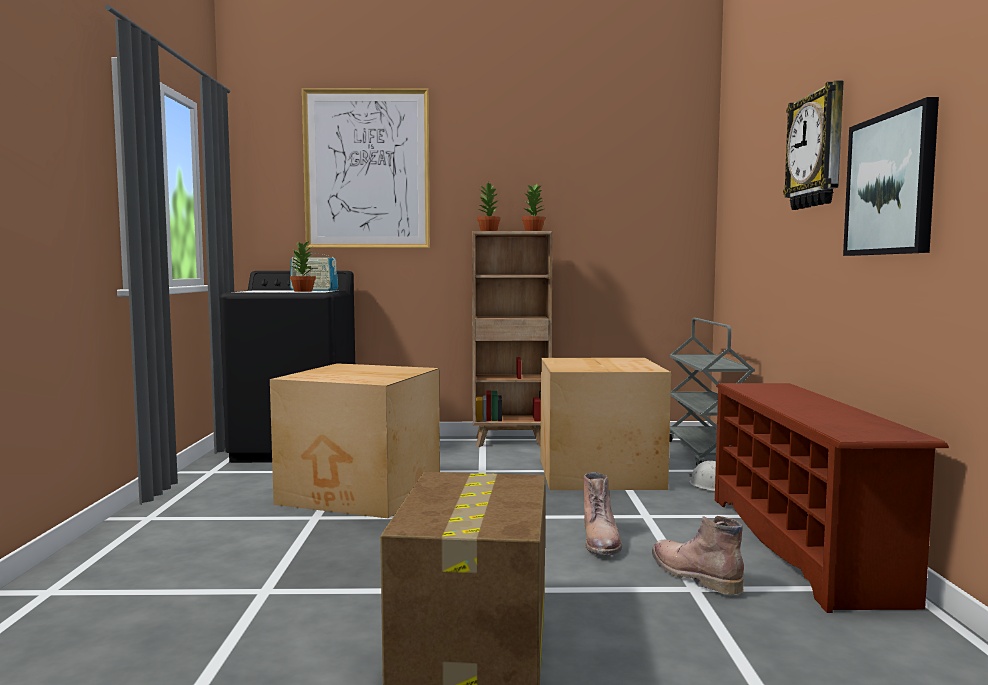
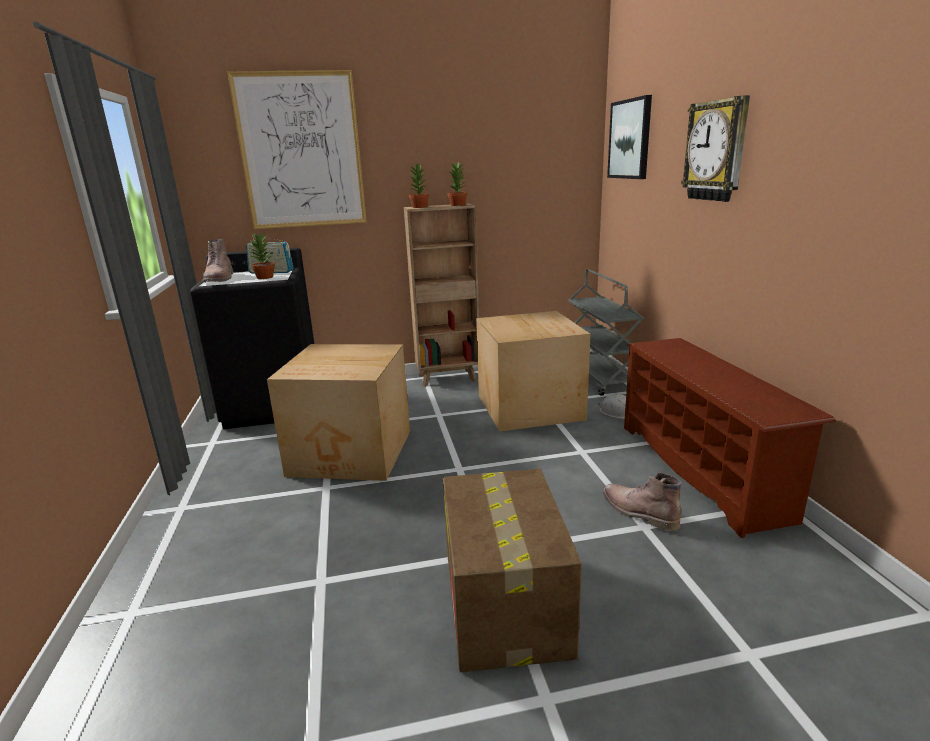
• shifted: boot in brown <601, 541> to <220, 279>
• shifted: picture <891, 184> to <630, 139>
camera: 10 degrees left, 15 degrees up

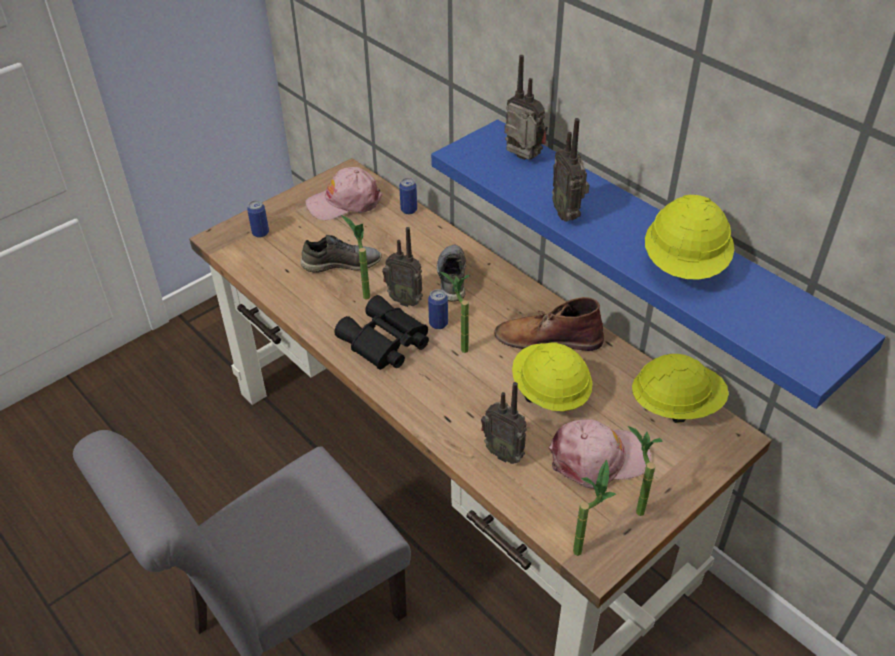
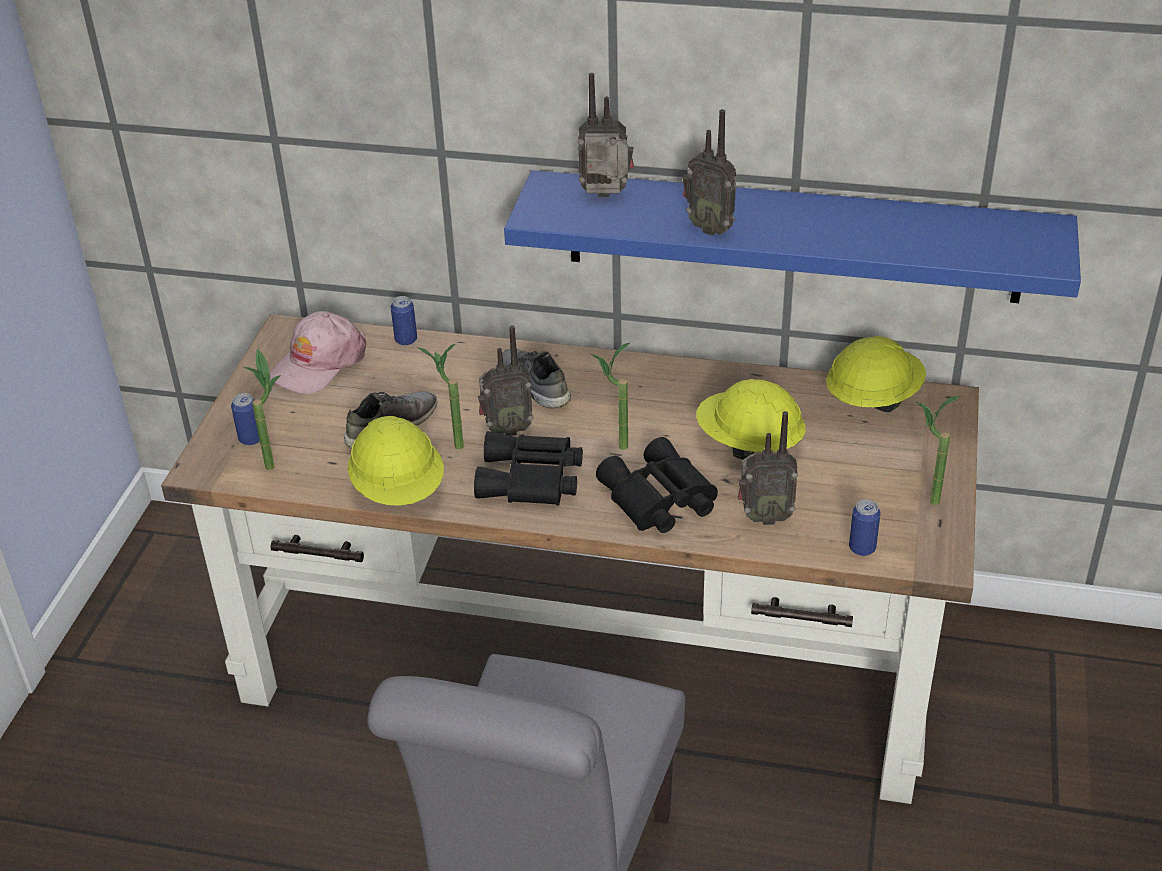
• gone: boot in brown <547, 338>
• gone: cap in pink <598, 458>
• new: binoculars in black <657, 500>
• shifted: can <438, 323> to <862, 548>
• shifted: potted plant <584, 546> to <274, 460>
• shifted: hard hat in yellow <685, 265> to <399, 490>
camera: 35 degrees left, 5 degrees down

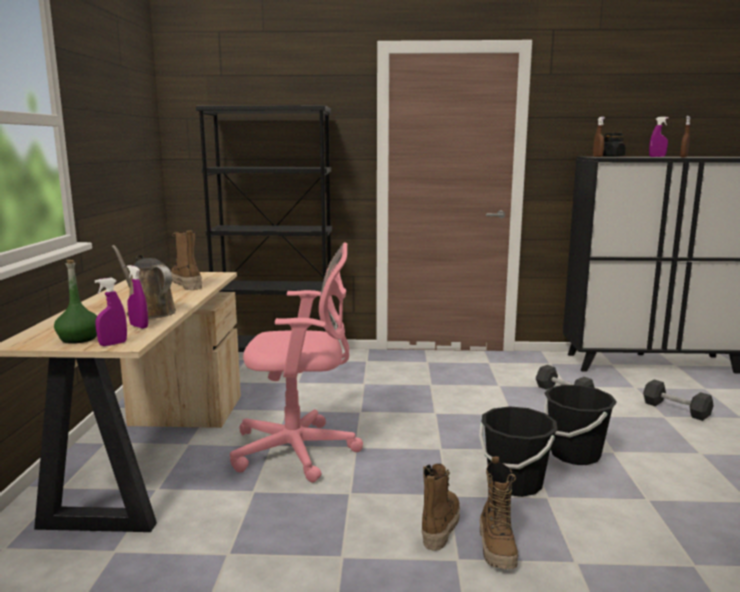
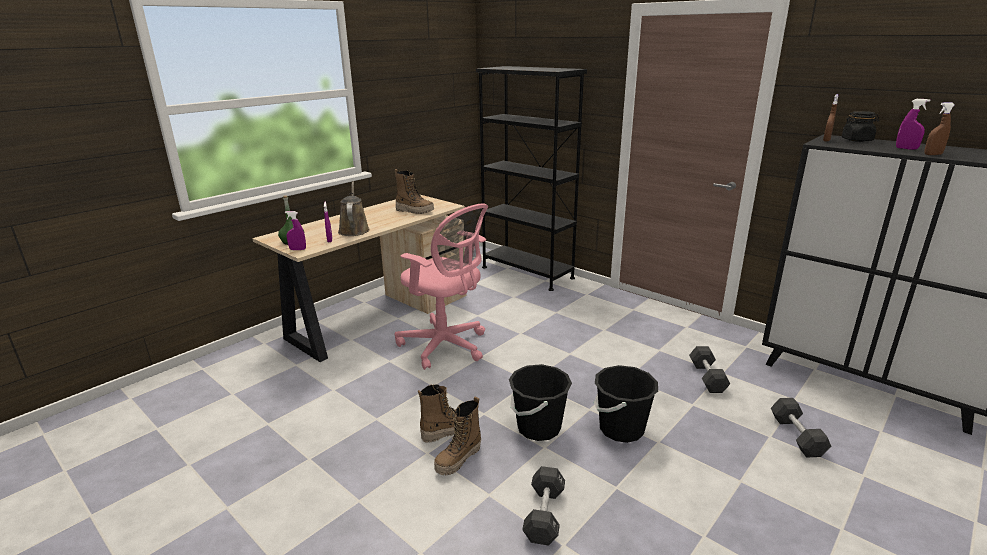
• new: dumbbell in black <544, 514>
• rotated: boot <186, 284> = <415, 211> 105 degrees clockwise
camera: 40 degrees right, 10 degrees up

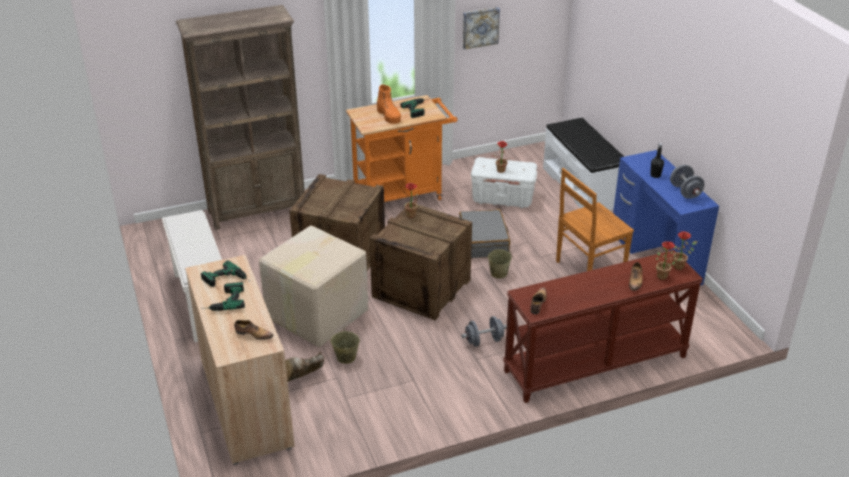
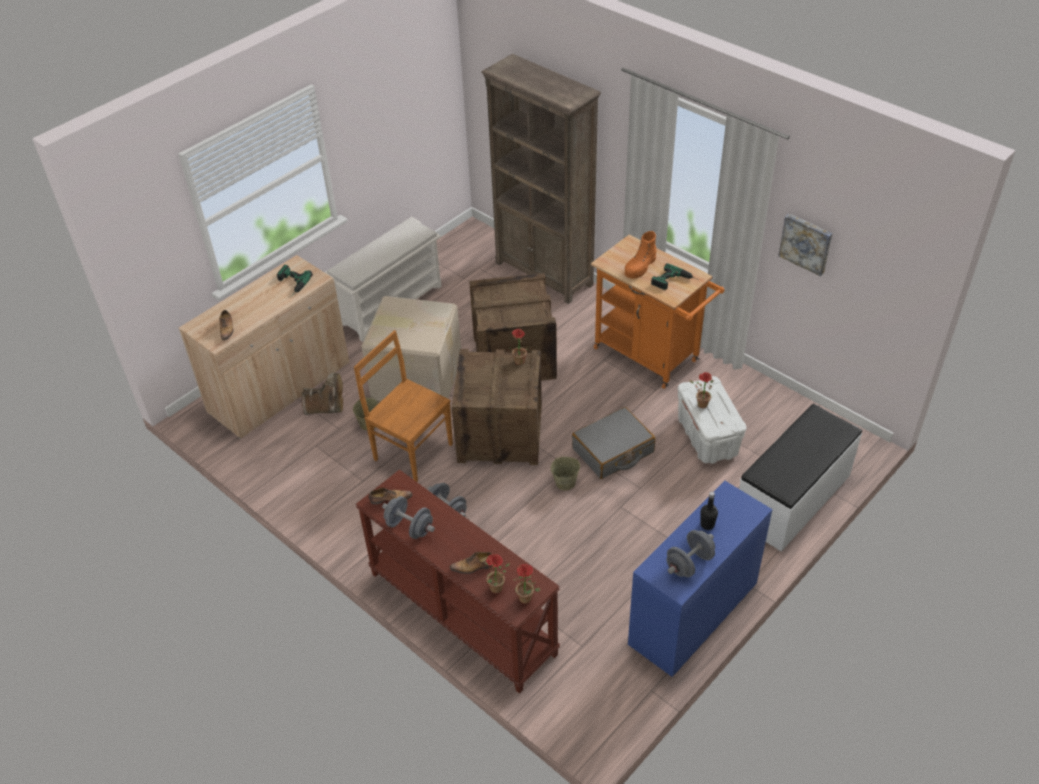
• gone: power drill <223, 301>
• new: dumbbell in grey <409, 527>
• shifted: chair in brown <588, 269> to <411, 451>
• rotated: boot in brown <303, 379> = <326, 408> 150 degrees clockwise
camera: 65 degrees right, 10 degrees up

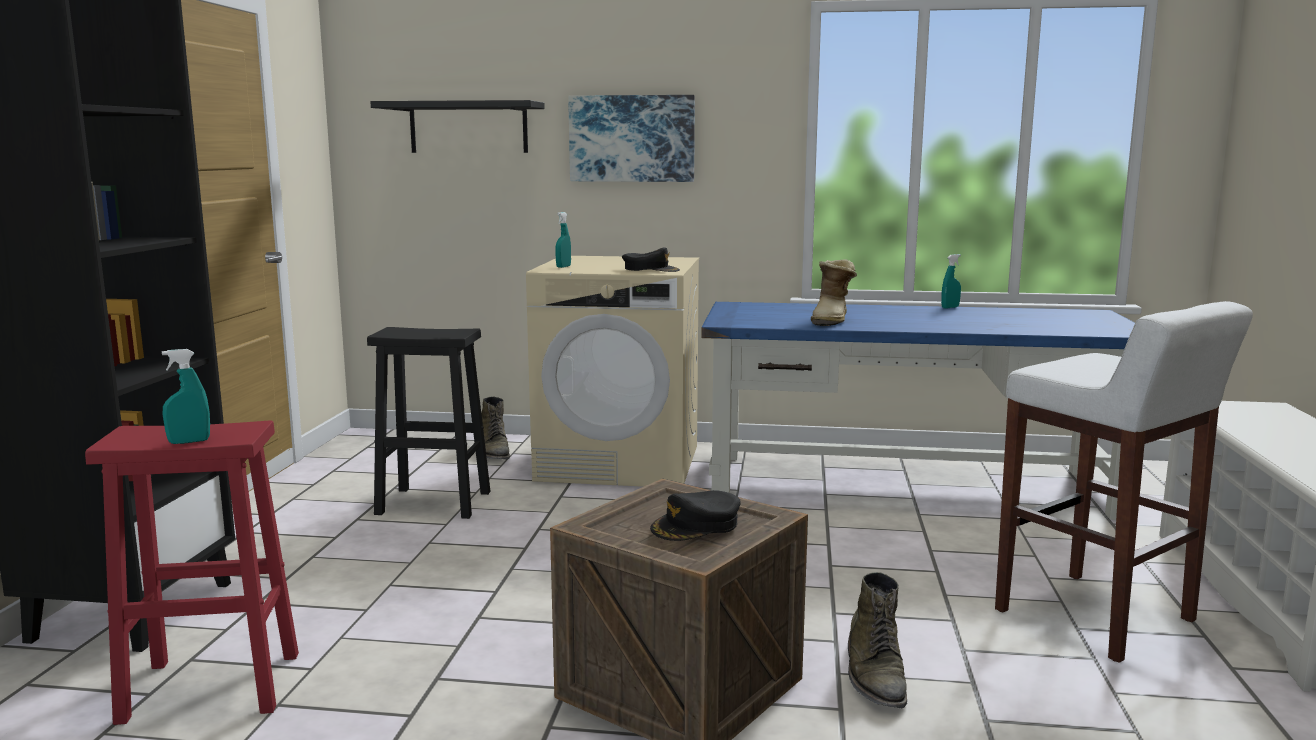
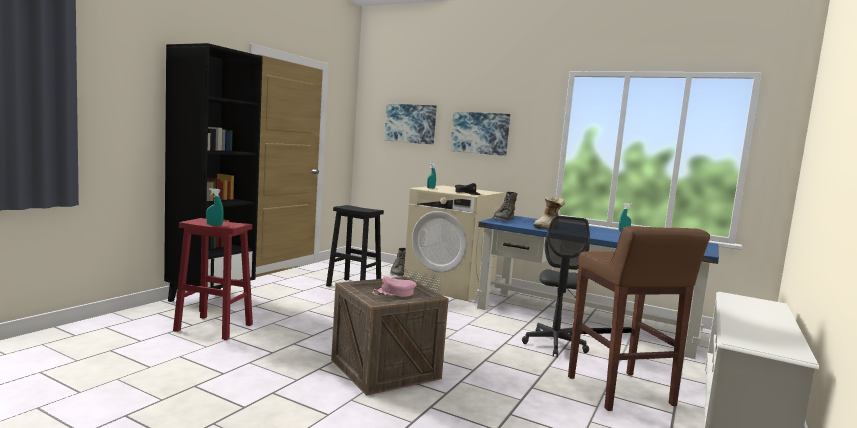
• new: office chair in grey <554, 345>
• shifted: boot in green <875, 675> to <503, 219>
• swapped: shelf in black <468, 127> to picture <410, 123>
• repainted: cap in black <696, 525> to cap in pink <394, 293>
• repainted: stool in white <1097, 617> to stool in brown <620, 392>
camera: 20 degrees right, 5 degrees down

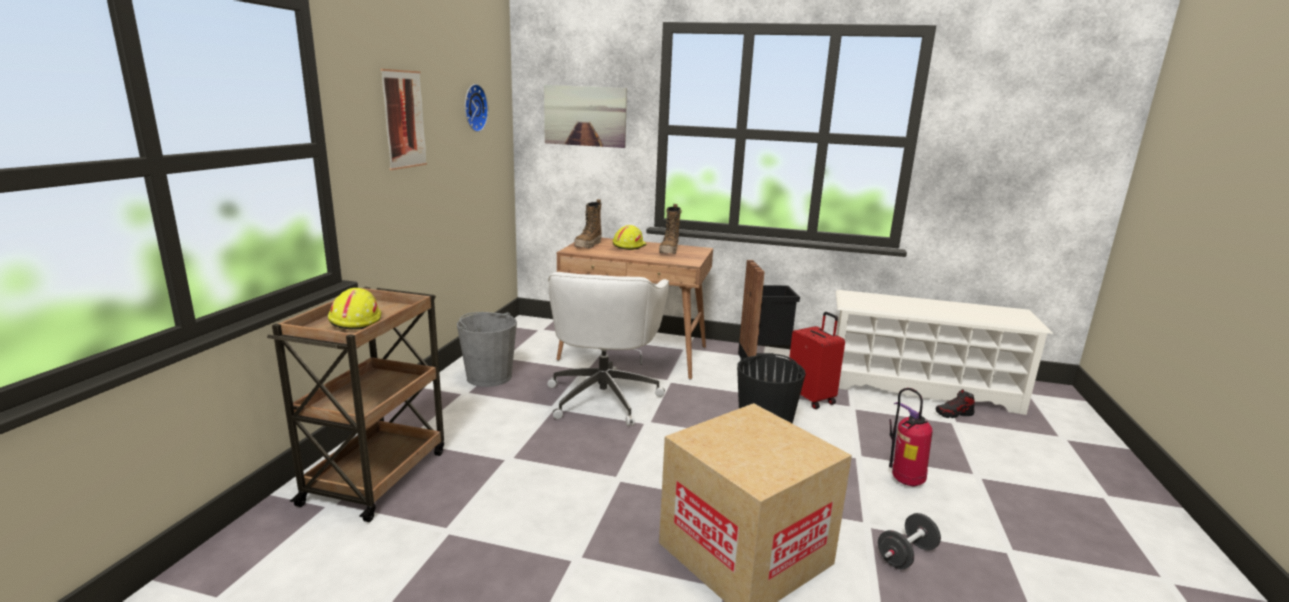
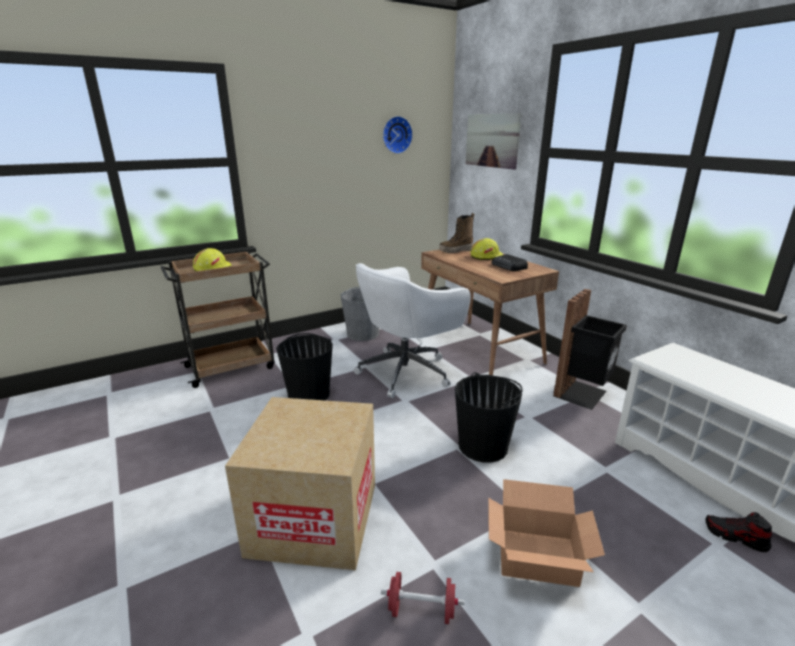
• gone: picture <404, 119>
• gone: suitcase in red <811, 398>
• new: bucket in black <309, 394>
• swapped: boot <669, 251> to radio <509, 266>
• swapped: fire extinguisher <904, 481> to cardboard box <538, 557>
• repainted: dumbbell in black <906, 555> to dumbbell in red <421, 610>
camera: 45 degrees right, 5 degrees up

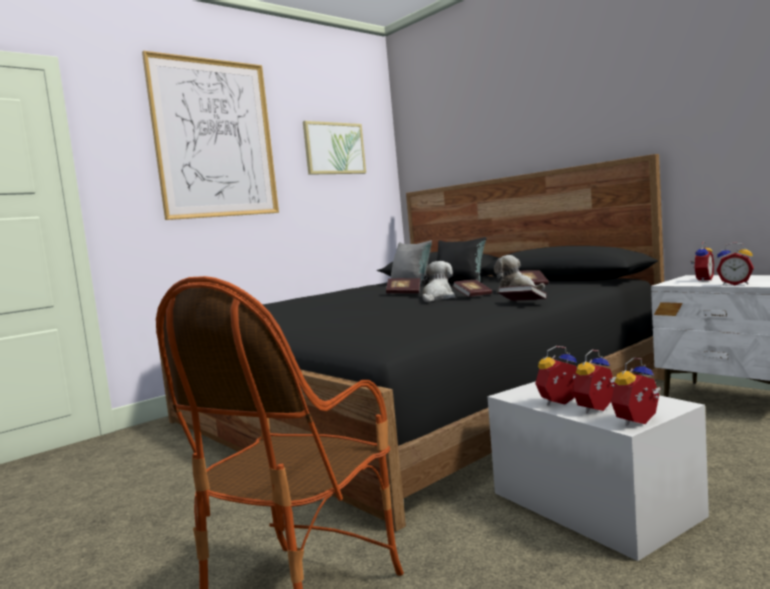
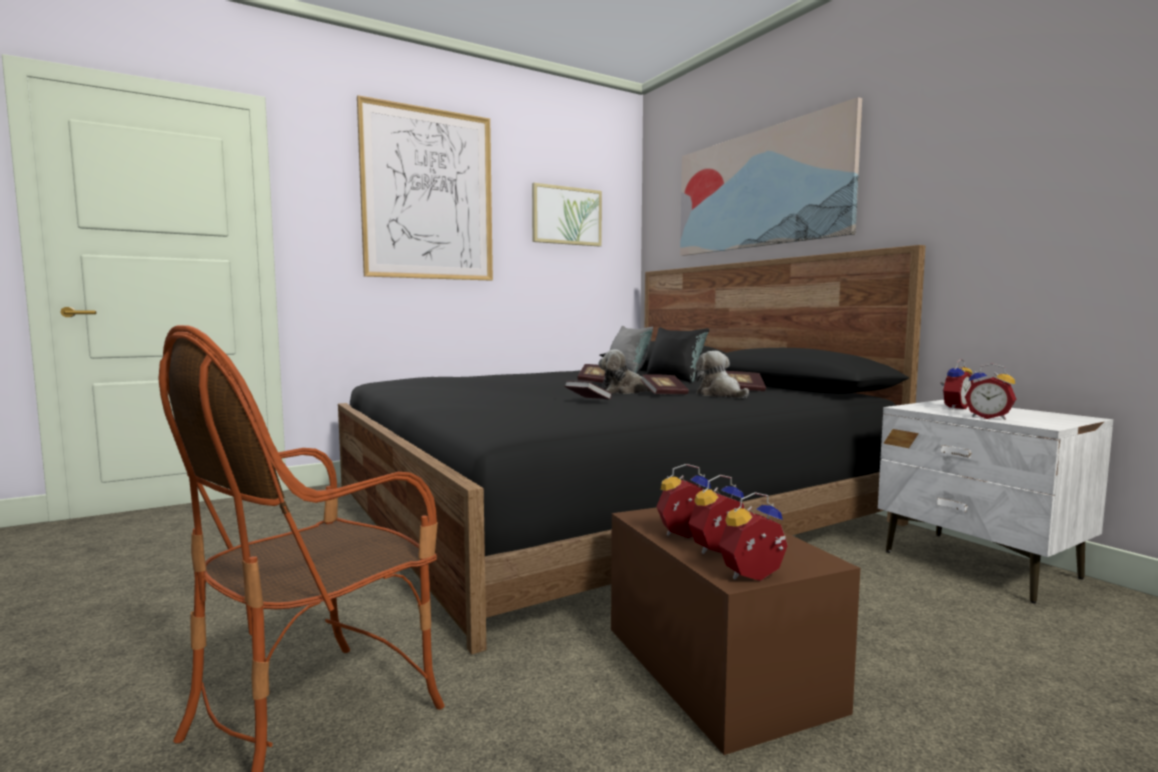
• new: picture <758, 189>
• shifted: book <522, 302> to <587, 400>
• repainted: storage box in white <594, 504> to storage box in brown <718, 667>
• rotated: plush toy <437, 298> = <626, 392> 135 degrees counterclockwise
camera: 10 degrees right, 0 degrees up

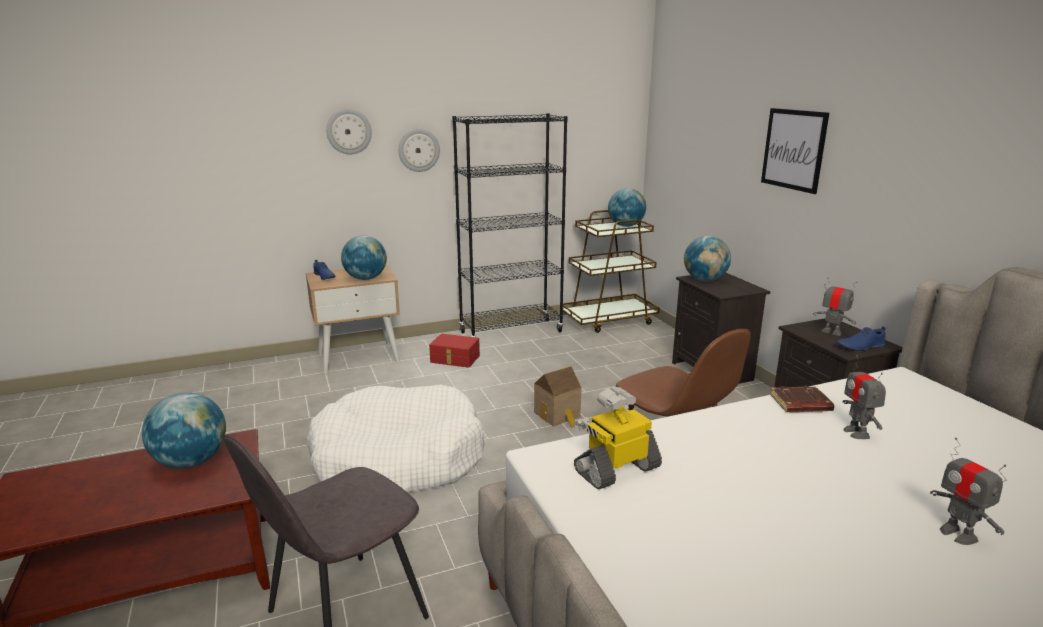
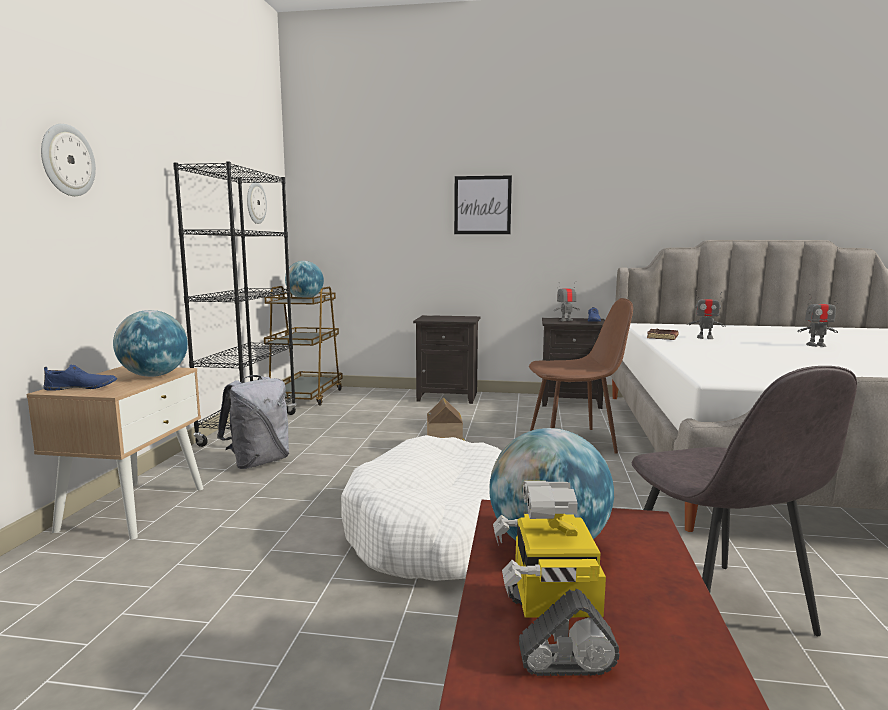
• gone: globe <704, 280>
• shifted: wall clock <418, 150> to <255, 203>
• shifted: toy robot <616, 469> to <552, 627>
• swapped: storage box in red <454, 359> to backpack in grey <258, 462>
camera: 60 degrees left, 10 degrees down

